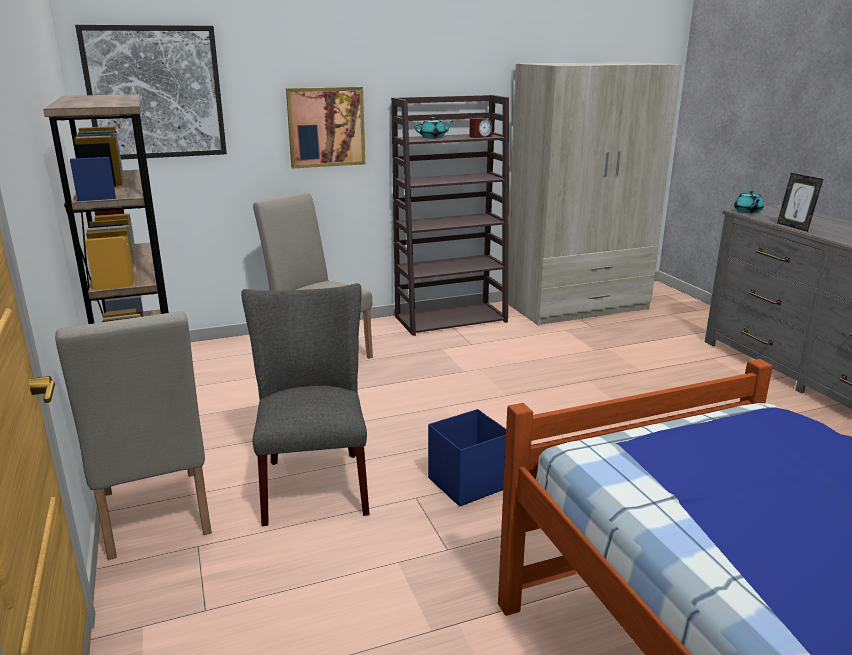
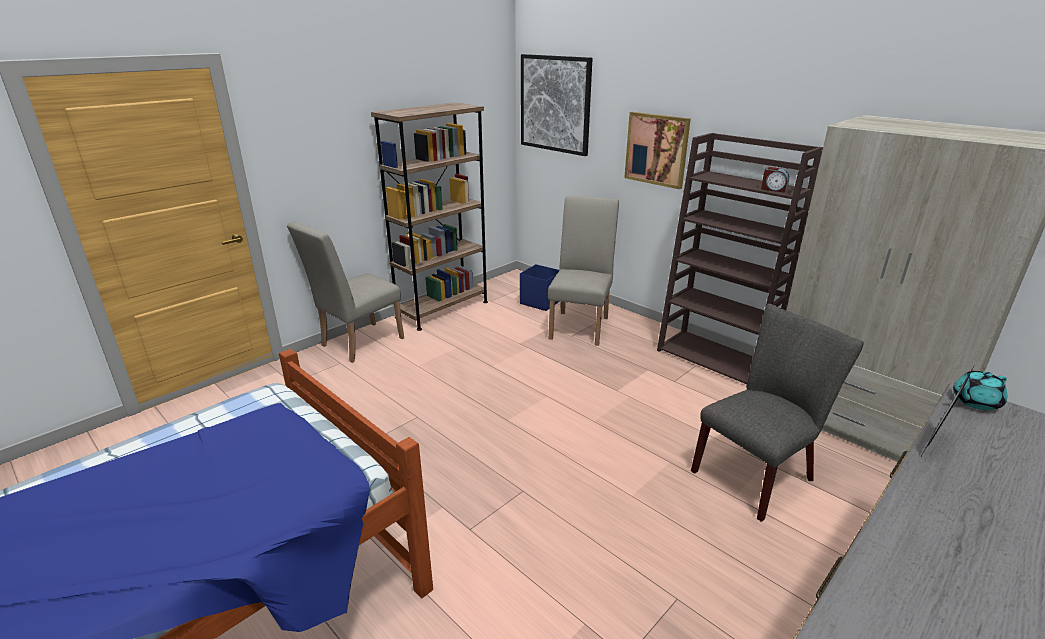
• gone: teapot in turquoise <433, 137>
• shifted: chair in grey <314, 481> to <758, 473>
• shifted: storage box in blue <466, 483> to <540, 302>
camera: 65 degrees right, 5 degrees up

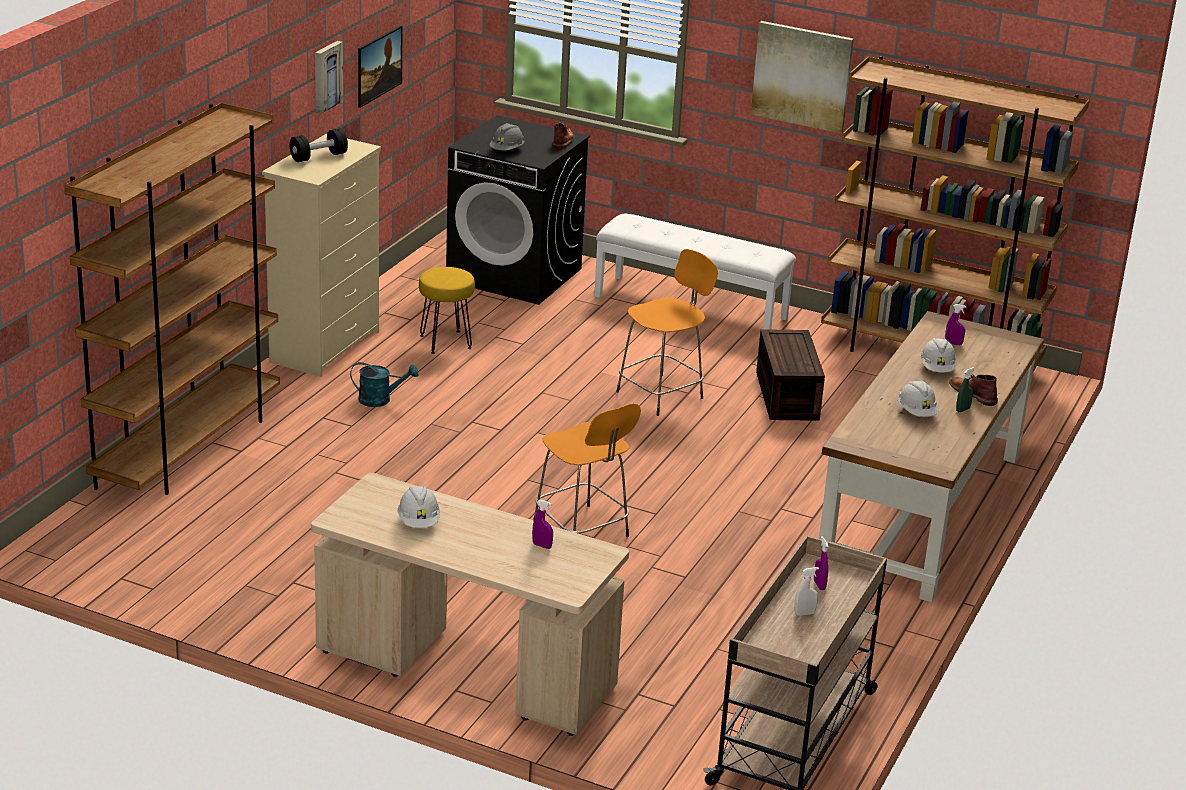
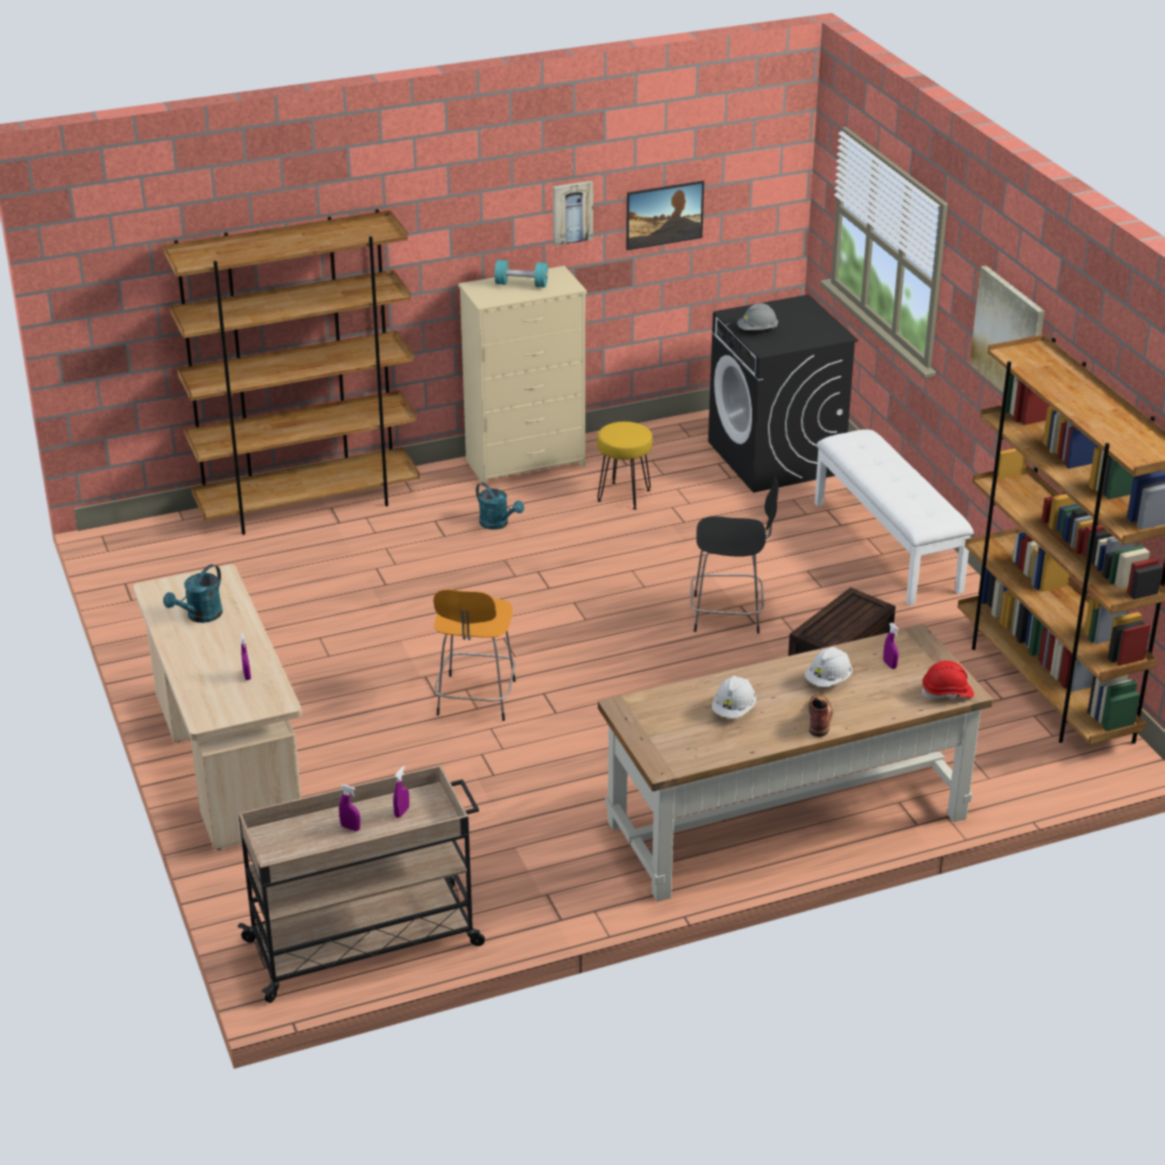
• gone: boot in brown <563, 141>
• gone: spray bottle in green <963, 410>
• new: hard hat in red <947, 693>
• swapped: hard hat in white <419, 521> to watering can in turquoise <200, 616>
• repainted: dumbbell in black <318, 157> to dumbbell in turquoise <521, 284>
• repainted: stool in orange <662, 394> to stool in black <729, 614>
• repainted: spray bottle in white <804, 613> to spray bottle in purple <350, 827>
camera: 45 degrees right, 5 degrees up

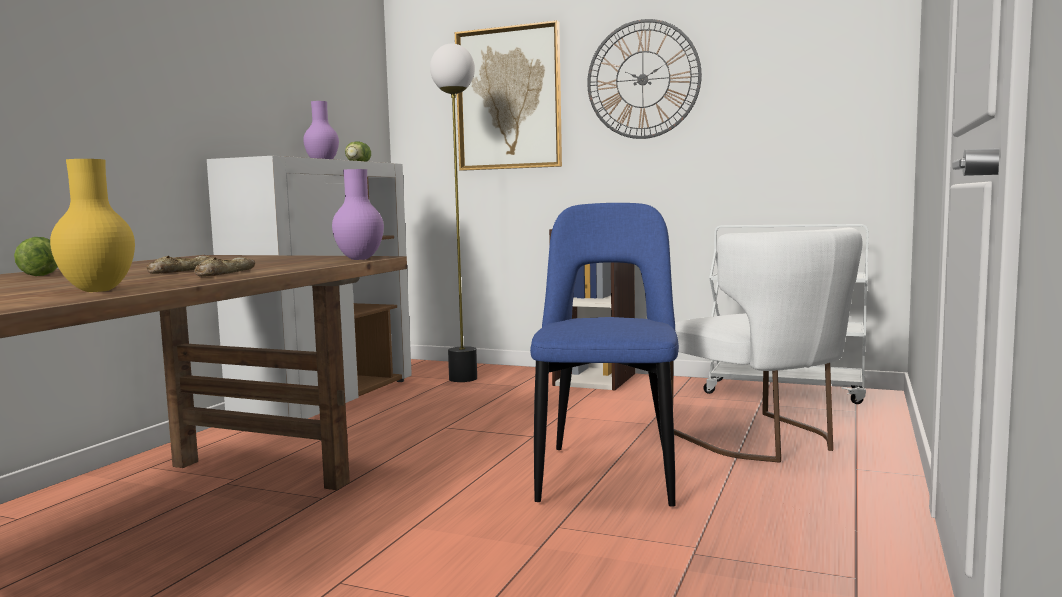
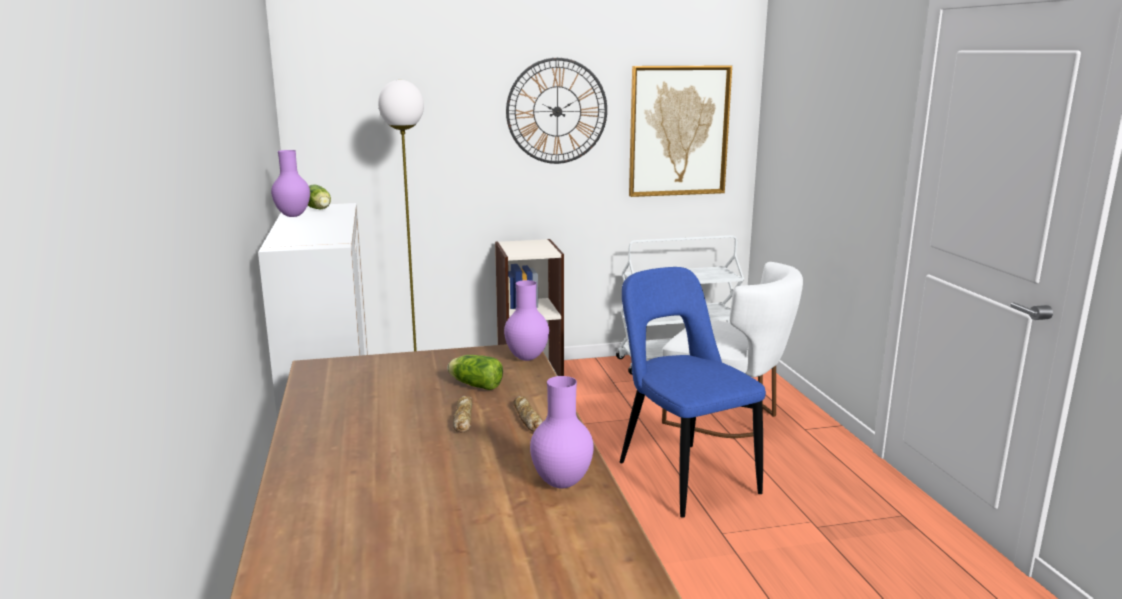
• shifted: lettuce <41, 274> to <474, 385>
• shifted: picture <509, 98> to <678, 131>
• repainted: vase in yellow <99, 290> to vase in purple <561, 483>
camera: 35 degrees left, 10 degrees up

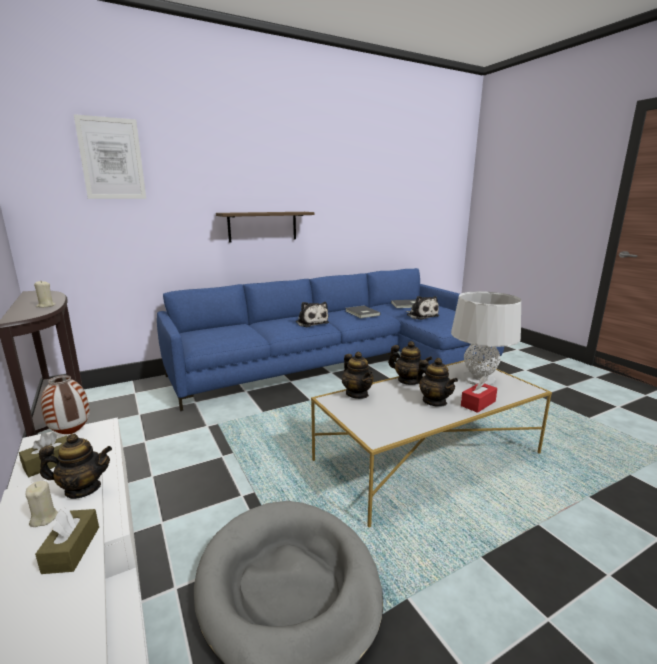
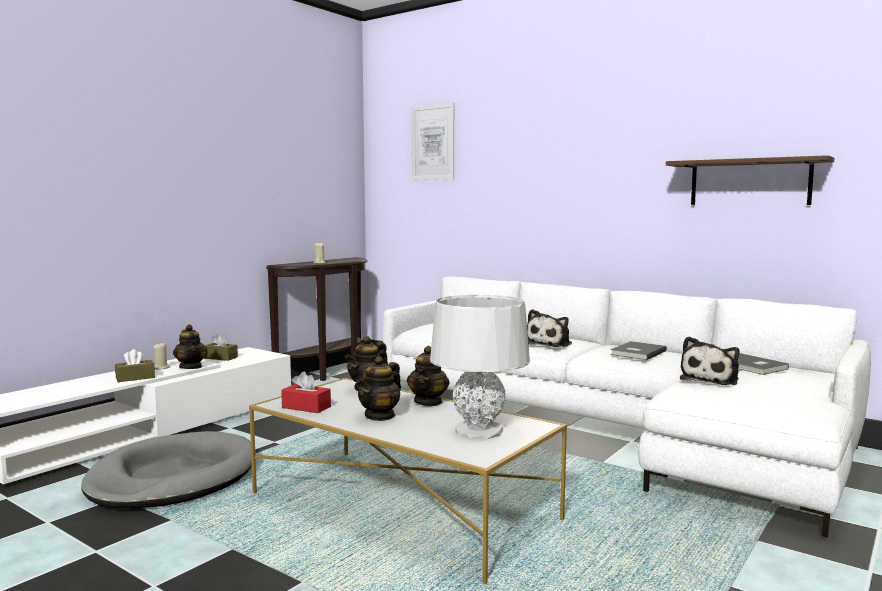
• gone: vase <70, 433>
• shifted: shelf <262, 226> to <749, 182>
• shifted: tissue box in red <478, 403> to <306, 407>
• repainted: sofa in blue <343, 363> to sofa in white <610, 428>
camera: 65 degrees right, 10 degrees down

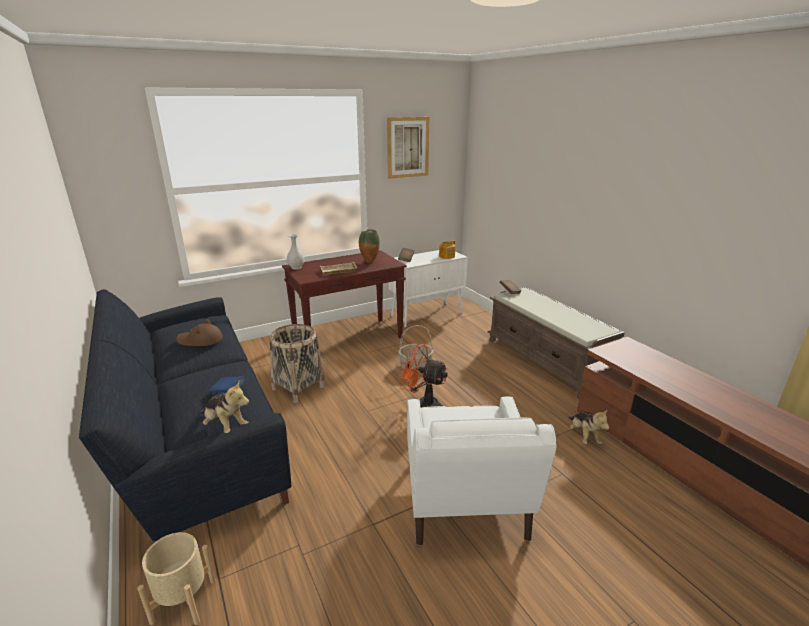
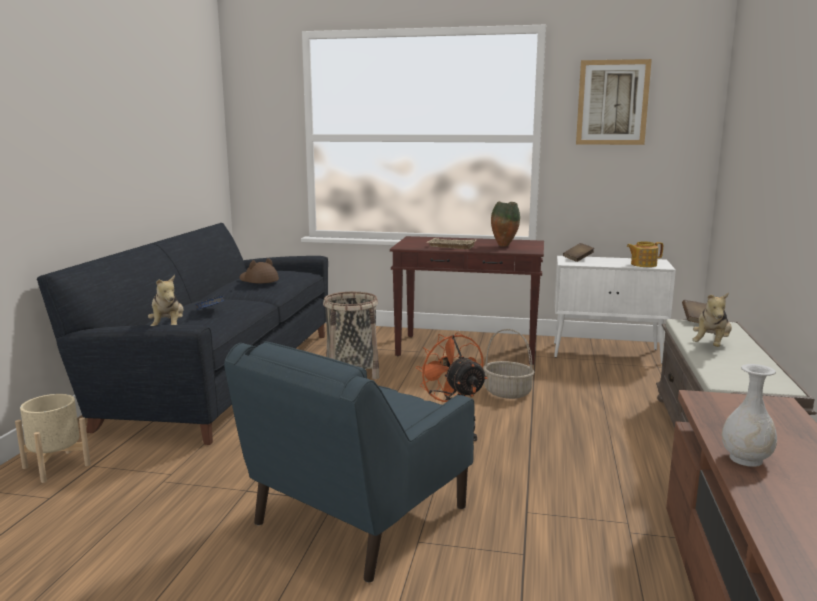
• shifted: vase in white <296, 267> to <746, 459>
• shifted: plush toy <584, 436> to <711, 345>
• repainted: armchair in white <464, 502> to armchair in blue <357, 518>
camera: 40 degrees right, 10 degrees down

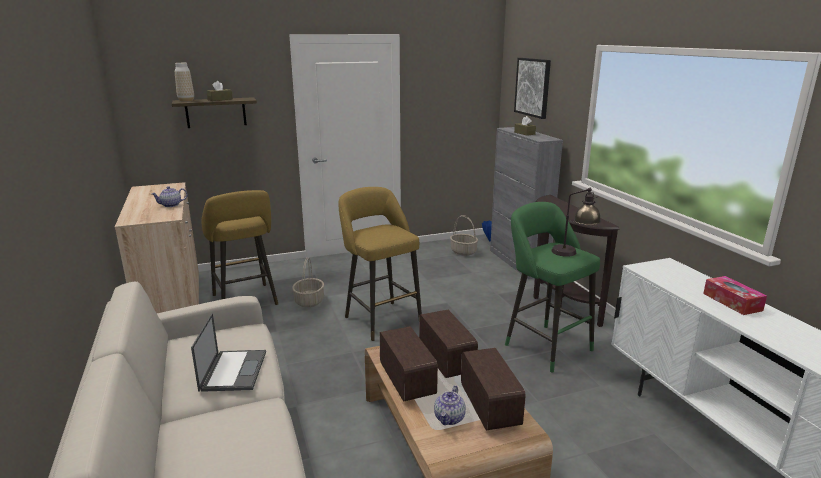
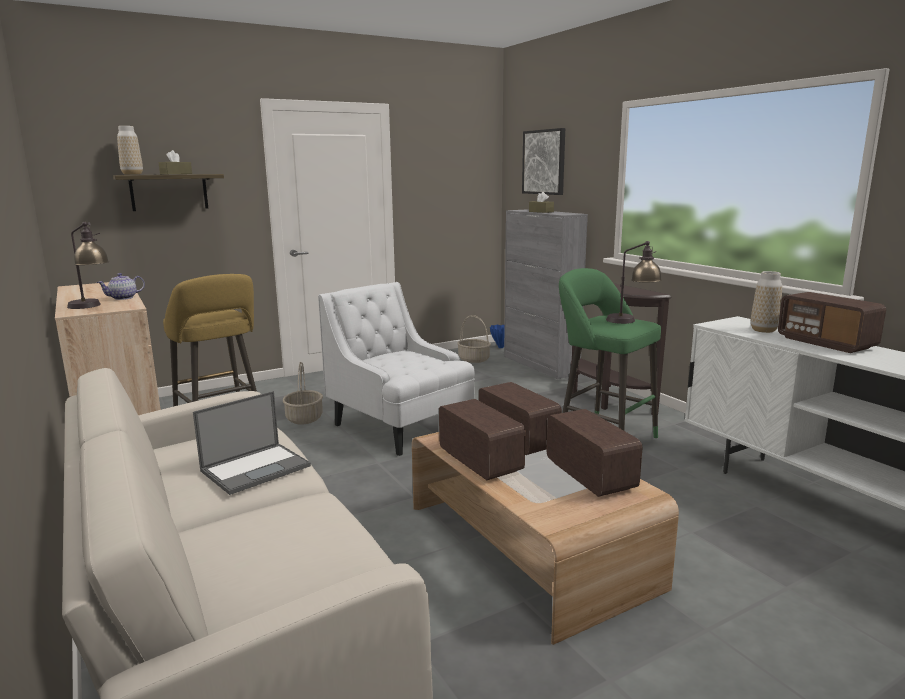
• gone: teapot <449, 418>
• new: table lamp <92, 306>
• new: vase <763, 330>
• swapped: stool in yellow <380, 318> to armchair in white <400, 428>
• swapped: tissue box <732, 302> to radio <826, 343>
• rotated: laptop <233, 370> = <256, 468> 60 degrees clockwise
camera: 10 degrees left, 5 degrees down

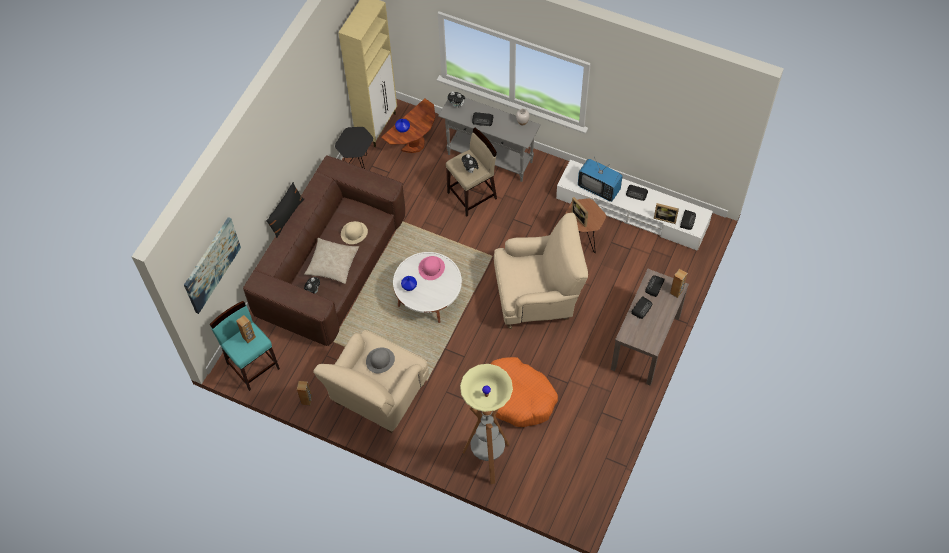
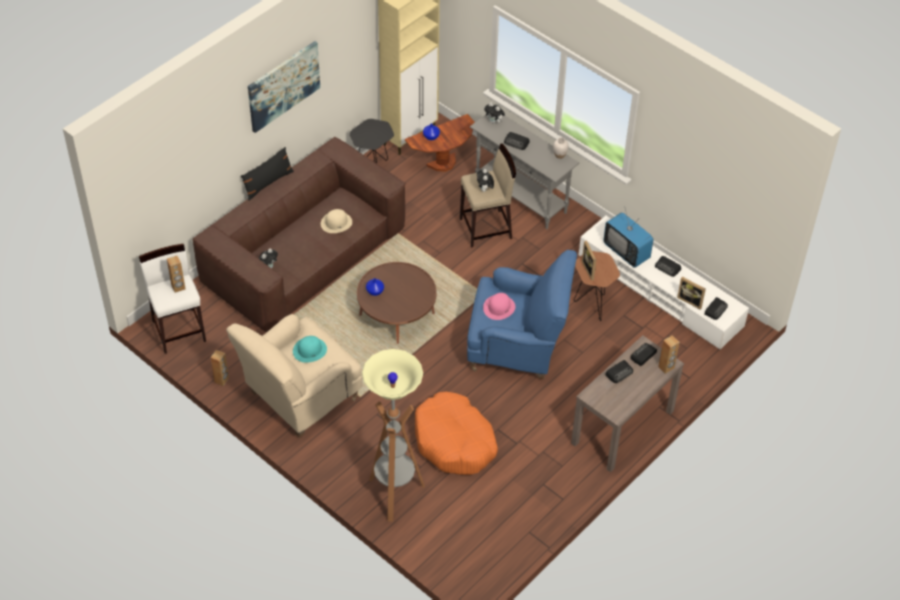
• gone: pillow in beige <332, 264>
• shifted: picture <211, 265> to <283, 86>
• shifted: hat in pink <431, 268> to <499, 307>
• repainted: stool in turquoise <253, 365> to stool in white <179, 330>
• repainted: hat in grey <380, 360> to hat in turquoise <310, 350>
• repainted: coffee table in white <428, 296> to coffee table in brown <397, 314>
• repainted: armchair in beige <537, 296> to armchair in blue <518, 347>
camera: 15 degrees right, 10 degrees down

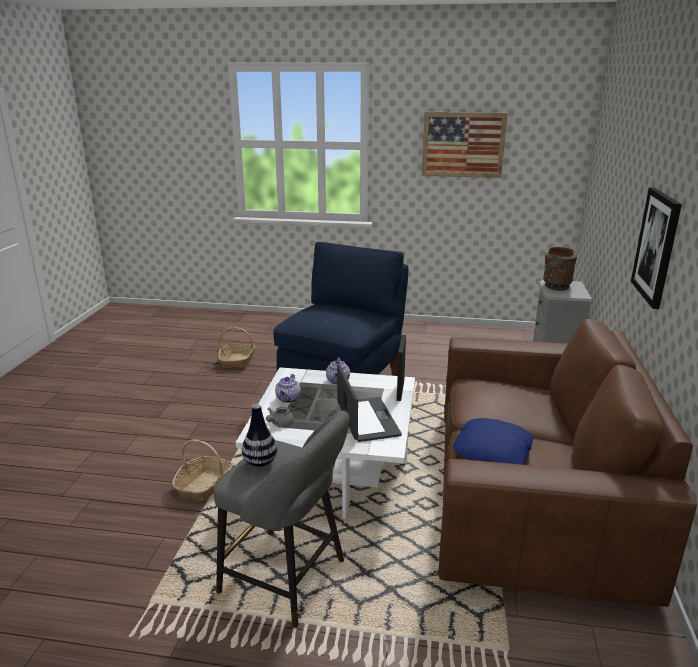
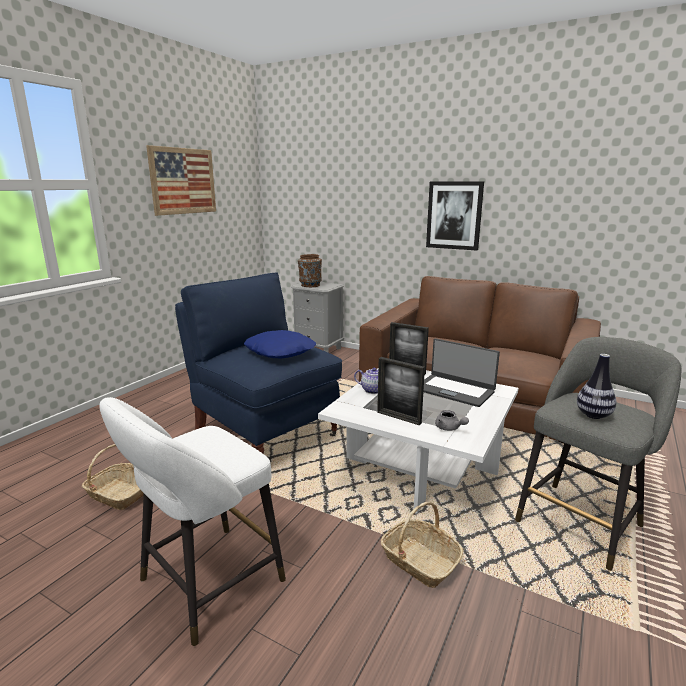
• new: stool in white <205, 585>
• shifted: pillow in blue <493, 451> to <280, 351>
• swapped: teapot <288, 399> to picture frame <398, 417>
• rotated: laptop <366, 419> = <454, 390> 150 degrees counterclockwise
camera: 70 degrees left, 5 degrees down

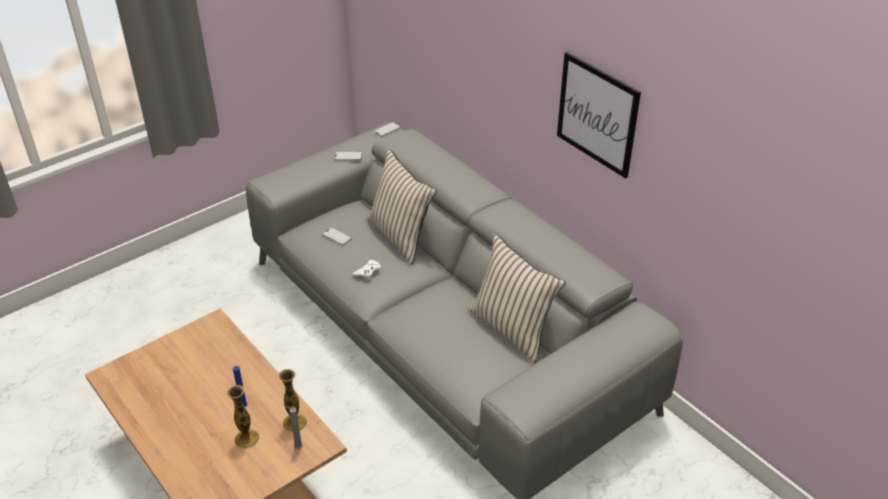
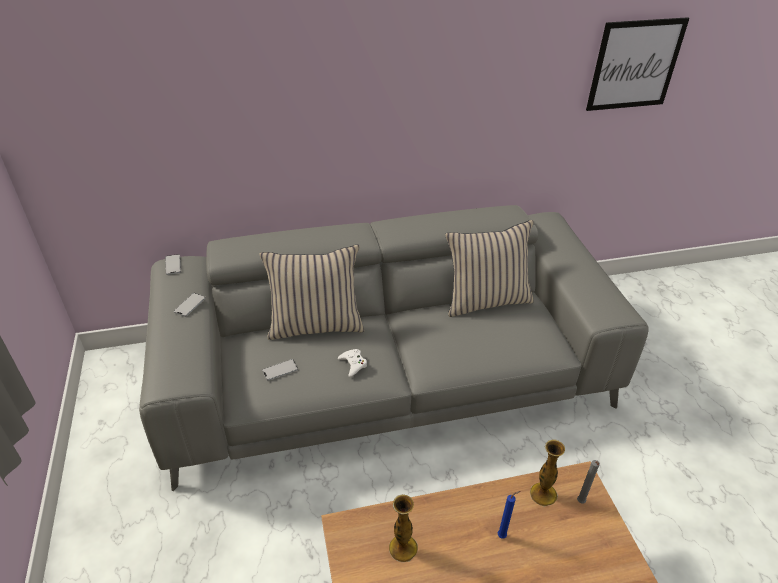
• shifted: vase <247, 438> to <403, 548>
• shifted: picture <597, 114> to <635, 65>
camera: 65 degrees left, 0 degrees up

